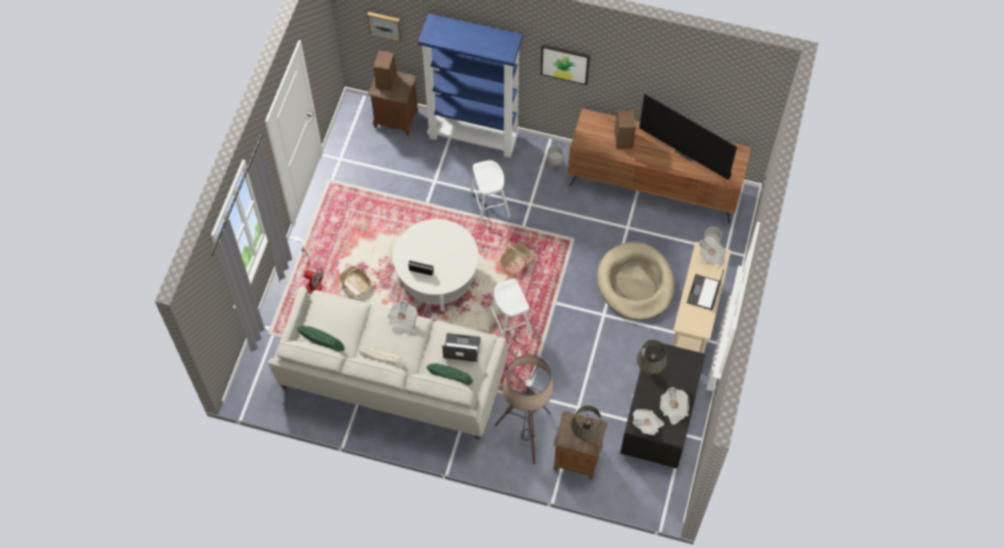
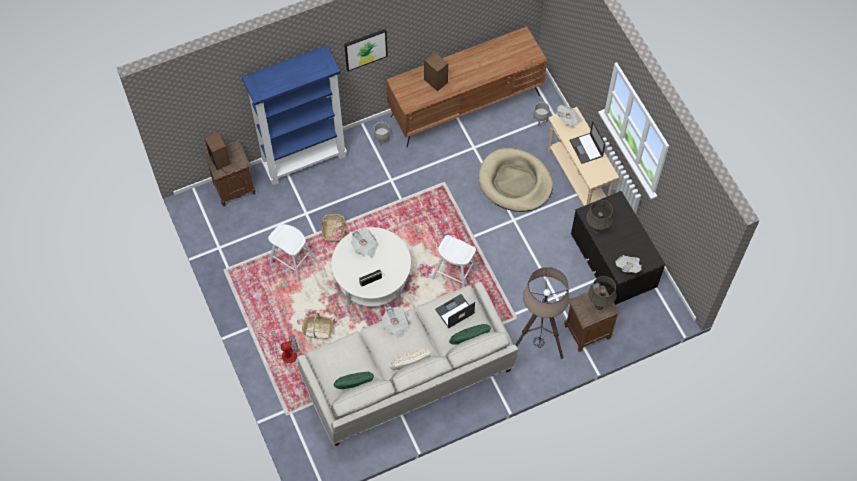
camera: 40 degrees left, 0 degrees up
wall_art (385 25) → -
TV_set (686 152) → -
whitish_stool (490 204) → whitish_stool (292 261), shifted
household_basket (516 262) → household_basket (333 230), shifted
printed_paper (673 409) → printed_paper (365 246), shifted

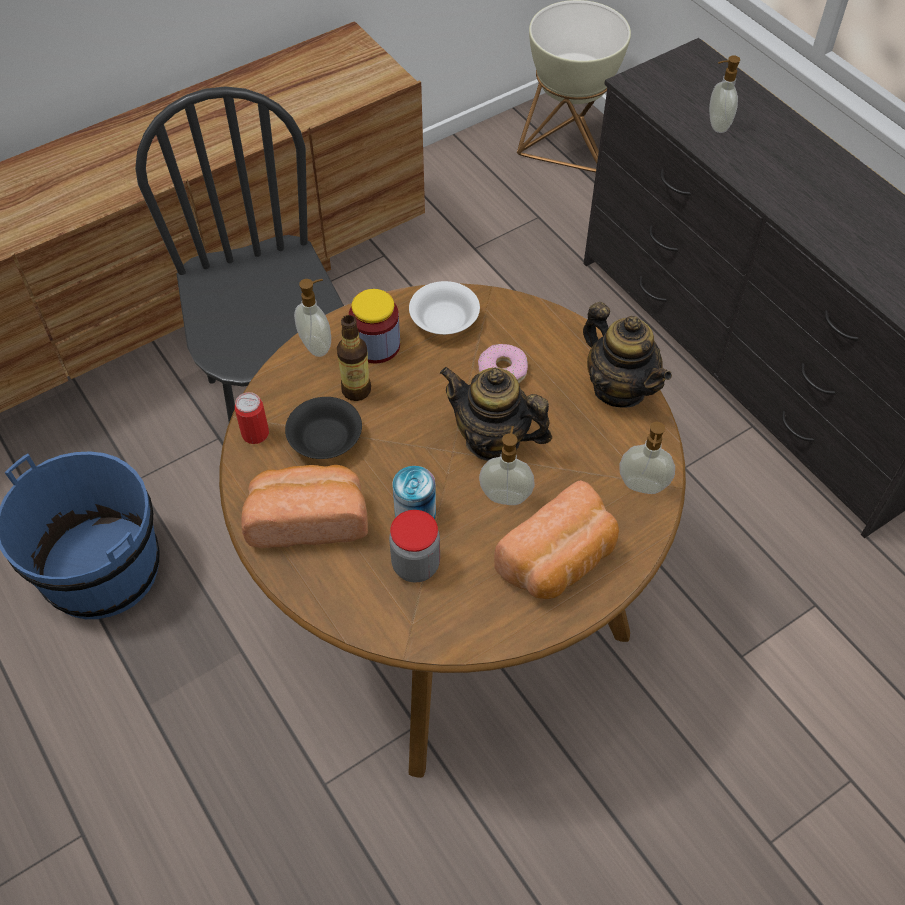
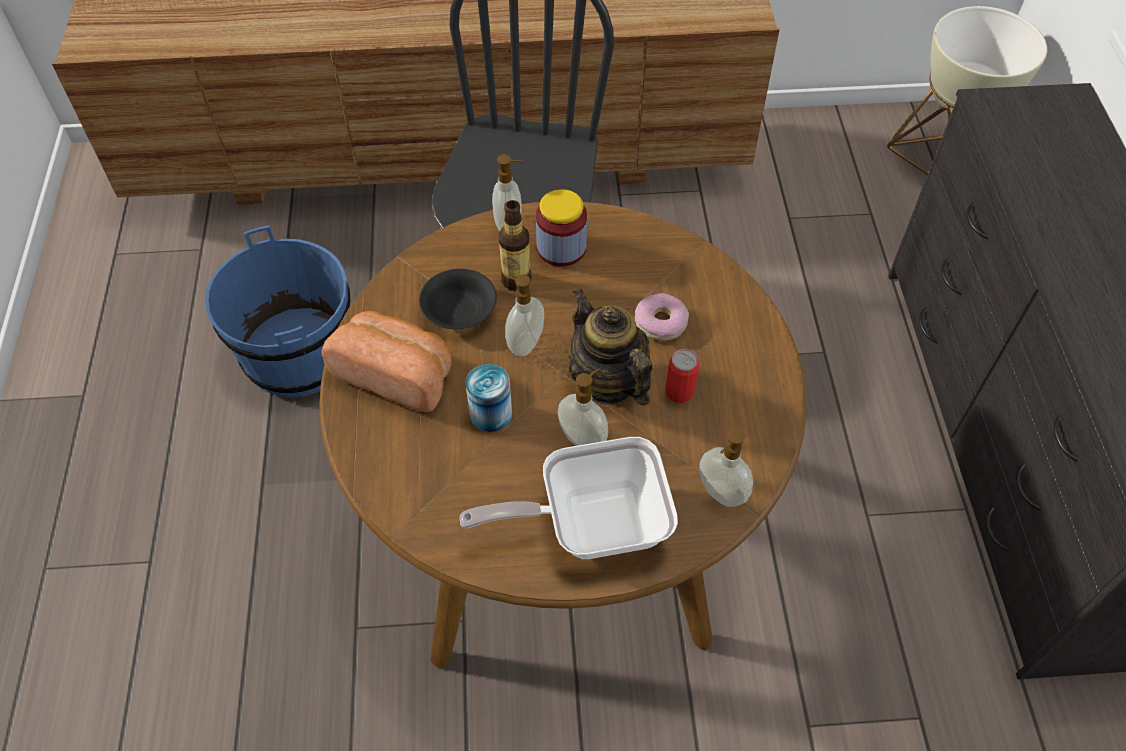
camera: 30 degrees right, 0 degrees up
storage_jar (416 565) → -
whitish_serving_bowl (444 321) → -
teapot (619 388) → -
metal_can (255 433) → metal_can (679 391), shifted
liquid_soap_bottle (717 125) → liquid_soap_bottle (524 343), shifted
bakery_bread (559 561) → frying_pan (591 523)

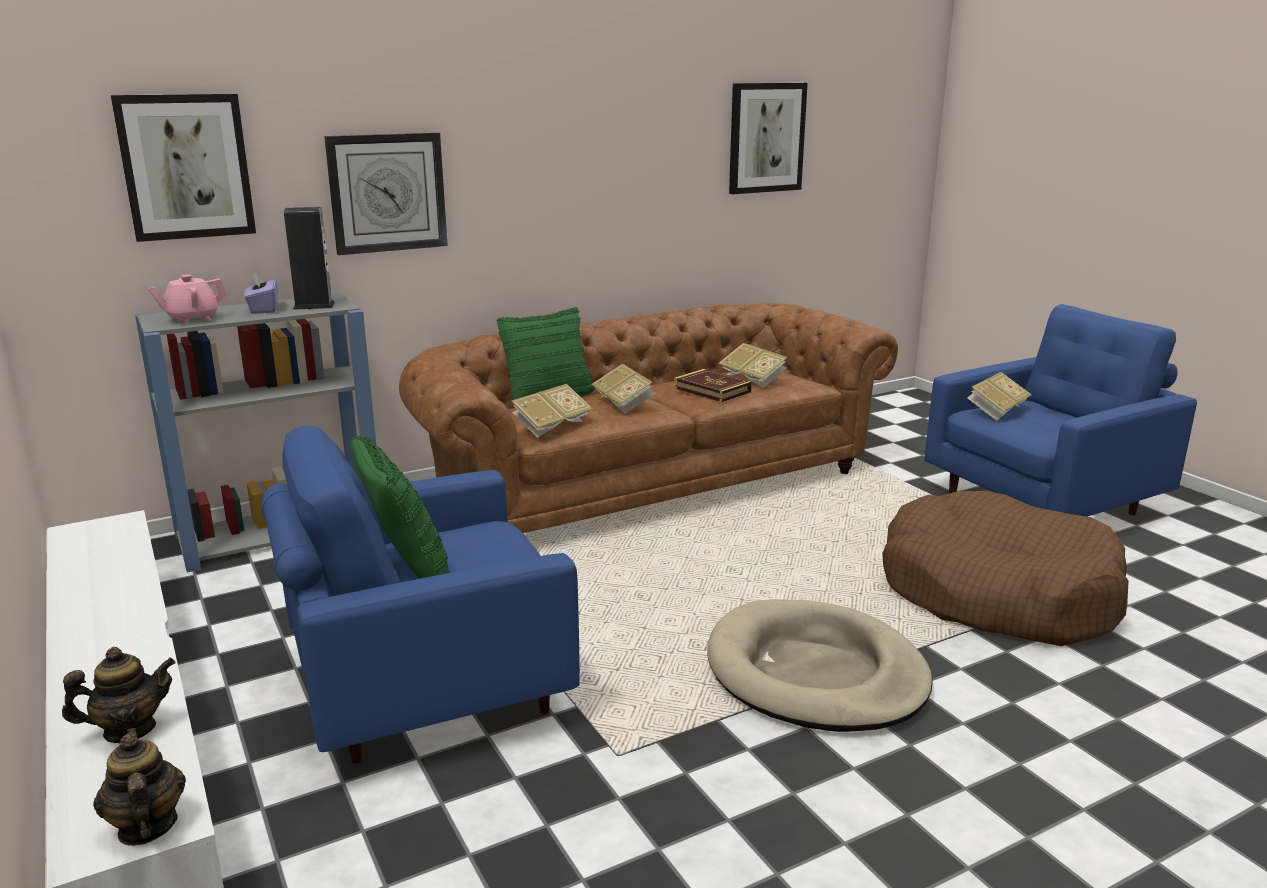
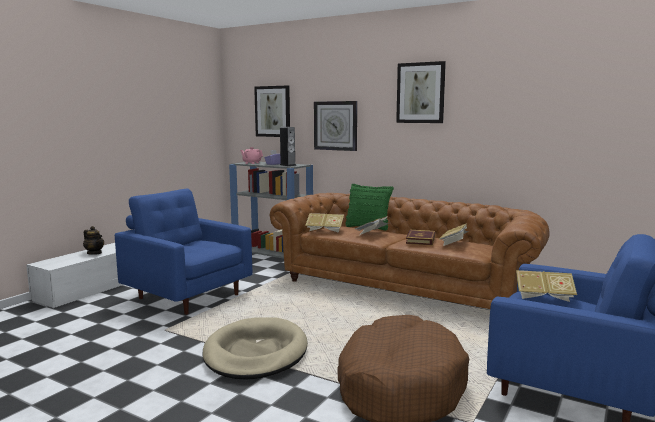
camera: 60 degrees right, 10 degrees down
teapot (146 827) → -
green-coloured_throw_pillow (404 570) → -
wall_art (766 138) → wall_art (420 93), shifted

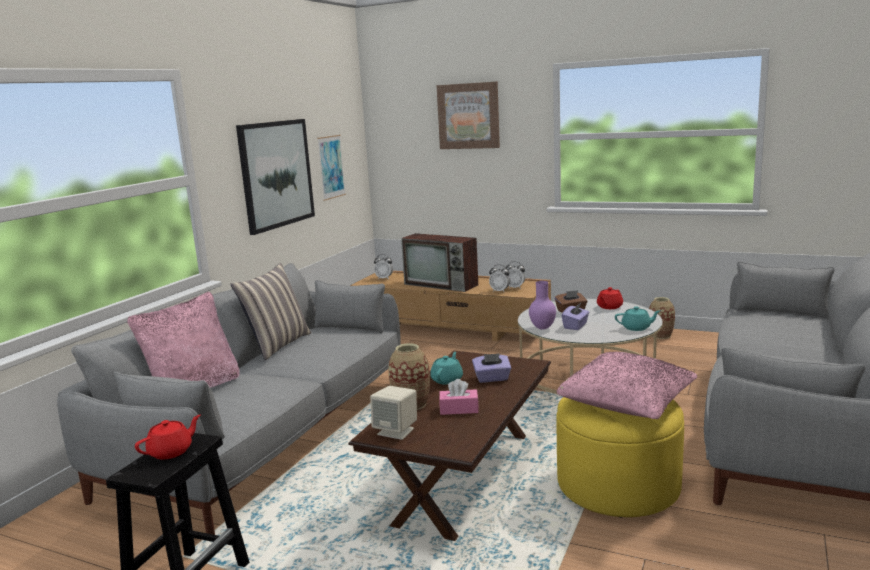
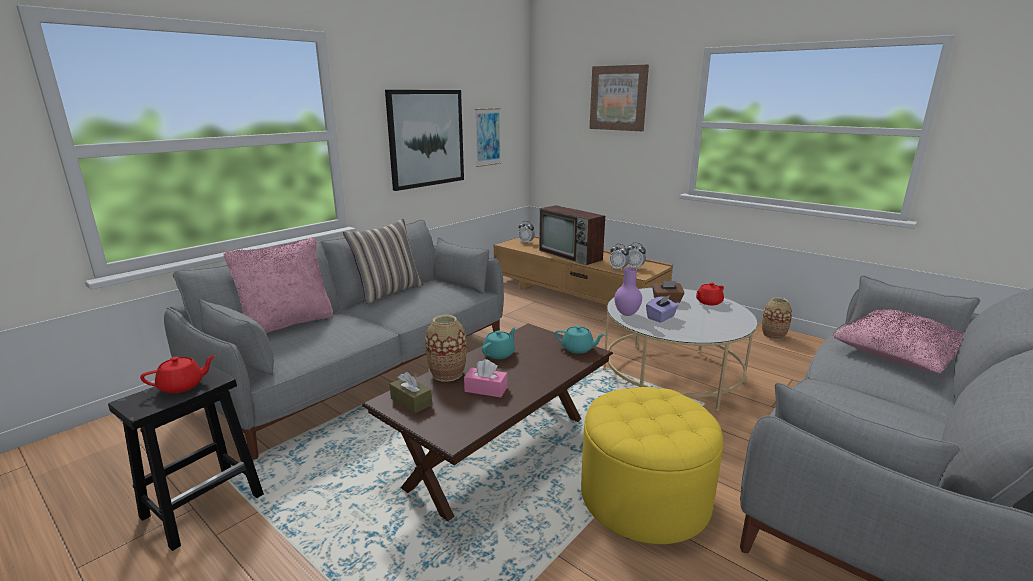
camera: 15 degrees right, 5 degrees up
purple_tissue_box (492 378) → -
pink-coloured_throw_pillow (625 400) → pink-coloured_throw_pillow (898 353), shifted
turquoise_teapot (636 328) → turquoise_teapot (578 349), shifted
beige_loudspeaker (396 431) → brown-coloured_tissue_box (411 401)

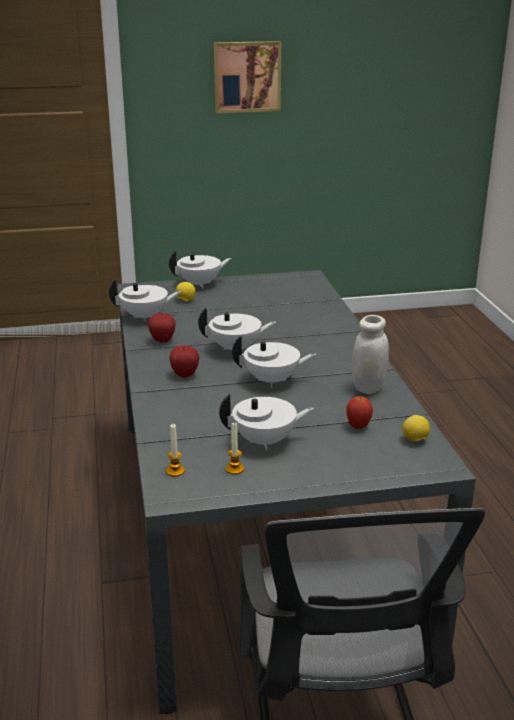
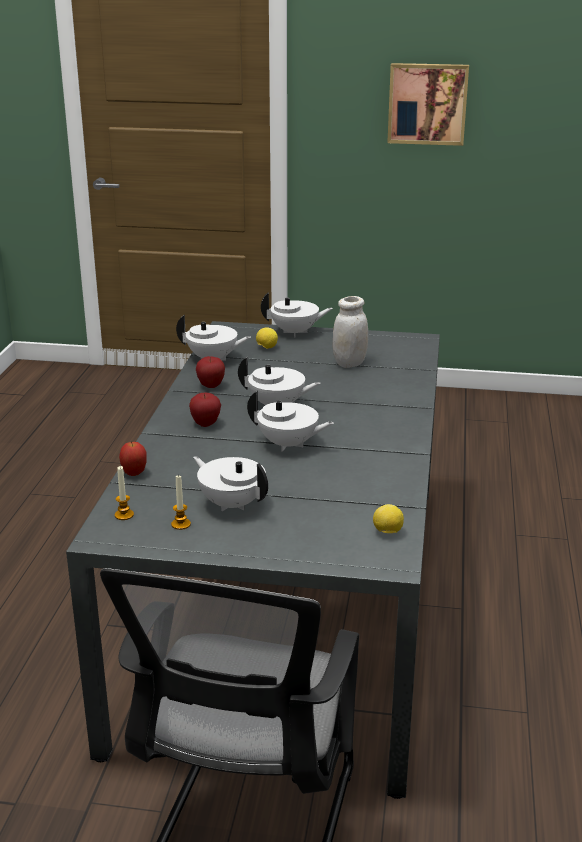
camera: 20 degrees right, 0 degrees up
apple_fruit (358 426) → apple_fruit (134 474), shifted
whitish_storage_jar (368 387) → whitish_storage_jar (350 363), shifted
whitish_teapot (265 441) → whitish_teapot (232 503), 150 degrees counterclockwise

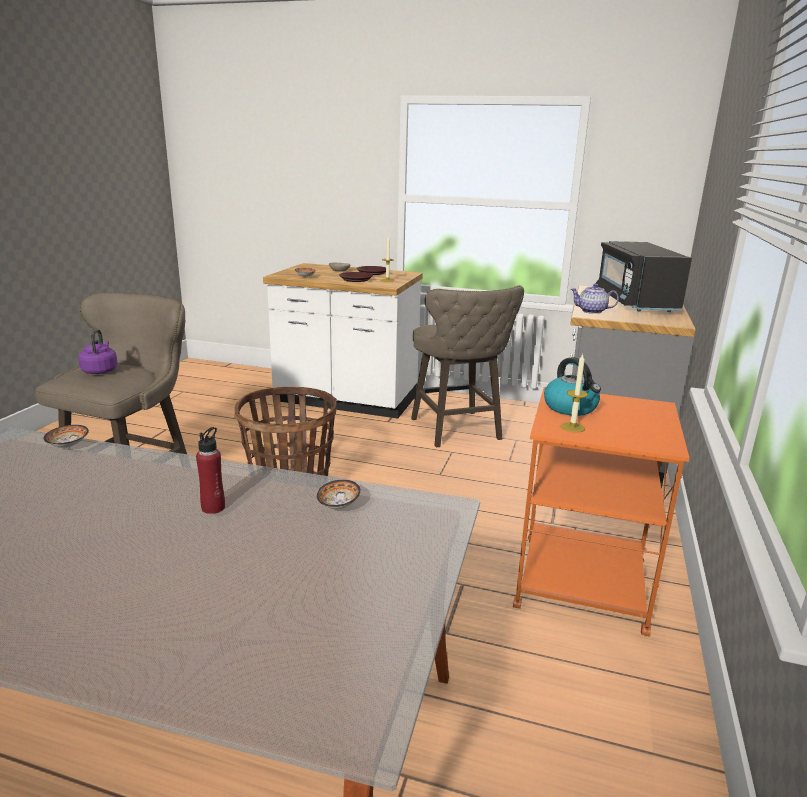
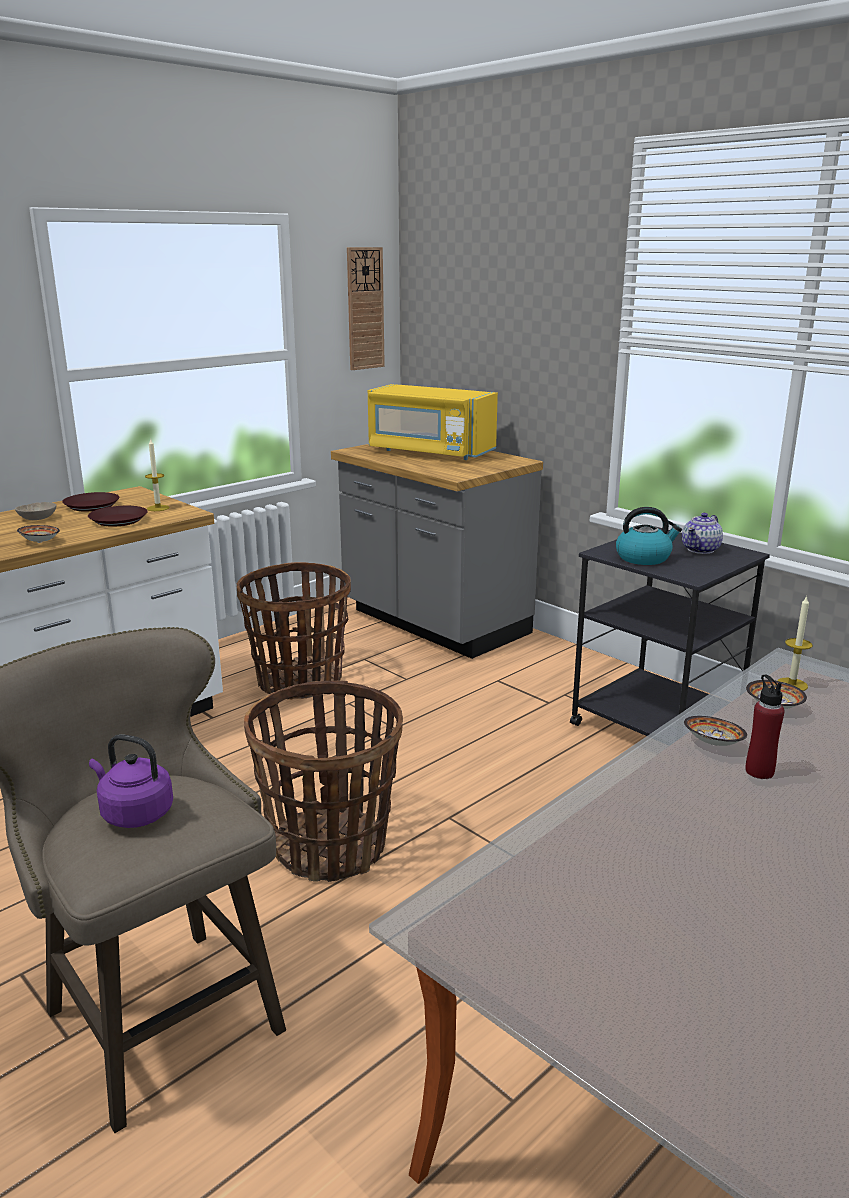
camera: 60 degrees left, 0 degrees up
- → hanging_clock (365 309)
serving_bowl (68 445) → serving_bowl (713 743), shifted
wax_light (572 427) → wax_light (792 684), shifted
teapot (592 311) → teapot (701 549), shifted
beige_stool (457 430) → household_basket (299 682)
orange-coloured_cart (581 586) → black-coloured_cart (657 727)
black-coloured_microwave (634 301) → yellowish_microwave (429 452)

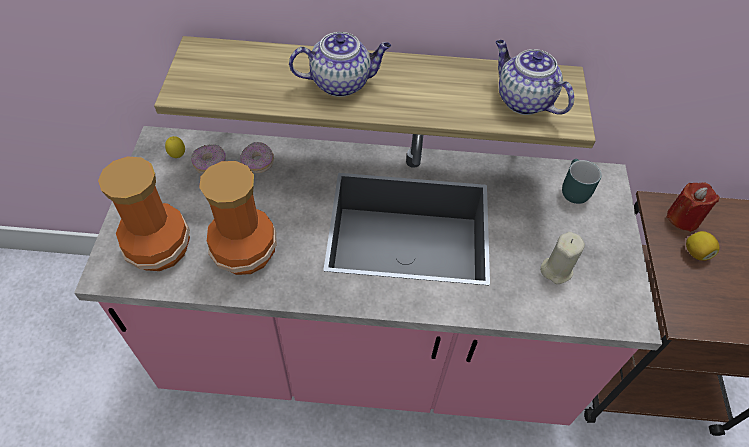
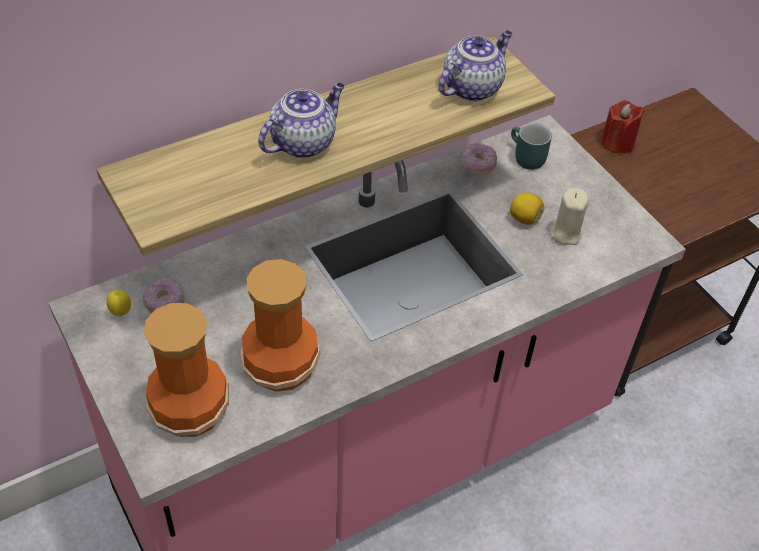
camera: 35 degrees left, 5 degrees down
donut (258 163) → donut (478 165), shifted
whole_lemon (696 253) → whole_lemon (524 218), shifted
teapot (522 100) → teapot (472 87), 120 degrees clockwise

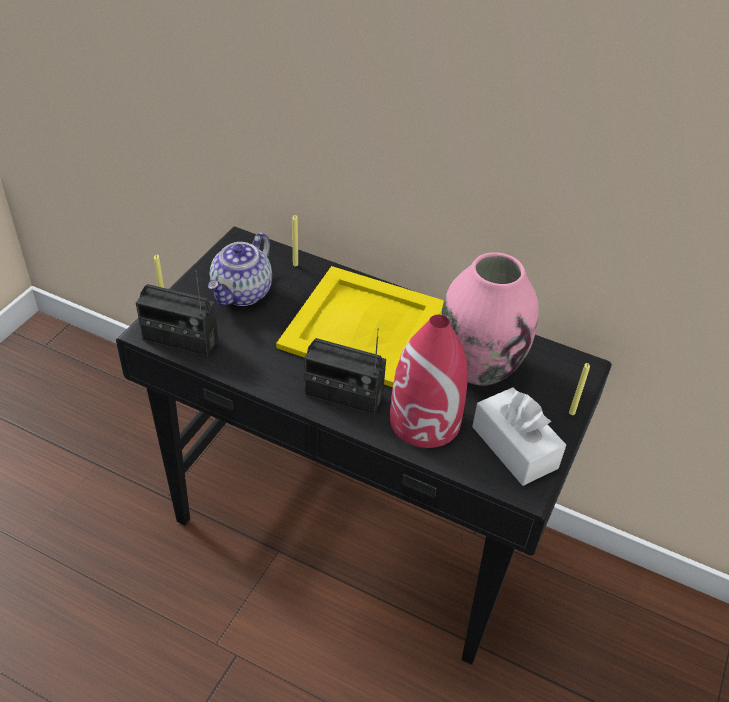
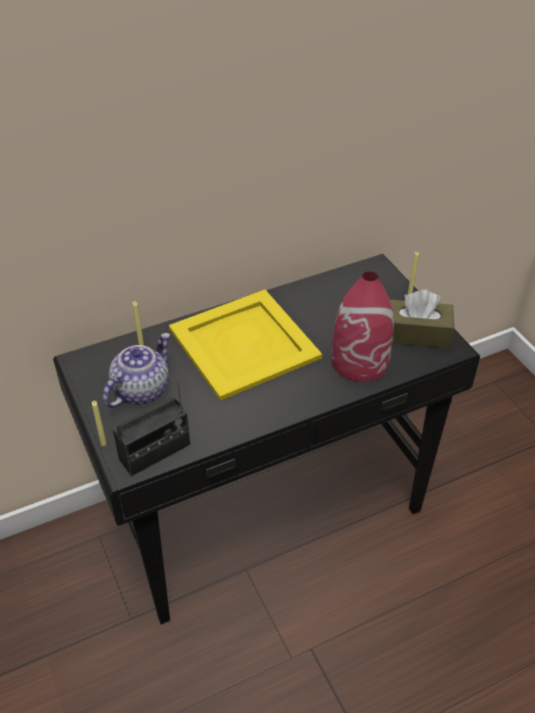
camera: 50 degrees left, 0 degrees up
radio (343 395) → -
pink-coloured_flower_vase (478 366) → -
whitish_tissue_box (514 447) → brown-coloured_tissue_box (416 334)
teapot (242 293) → teapot (141 390), 120 degrees counterclockwise

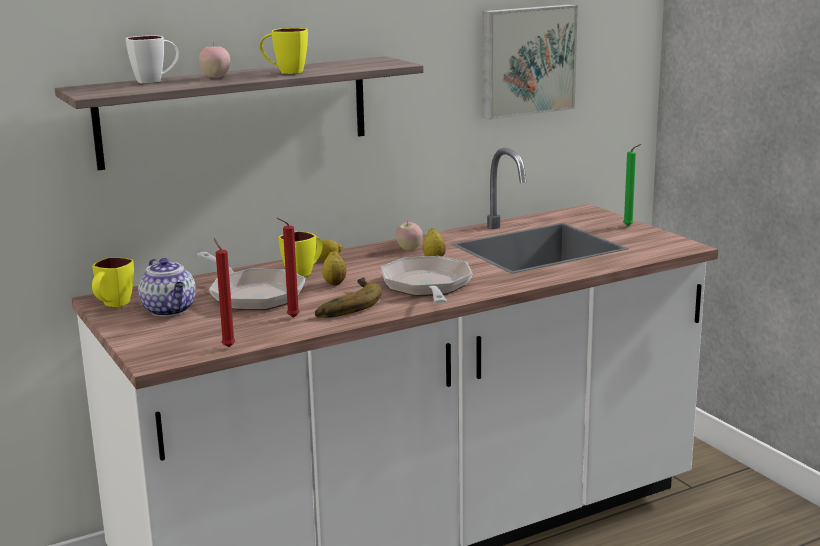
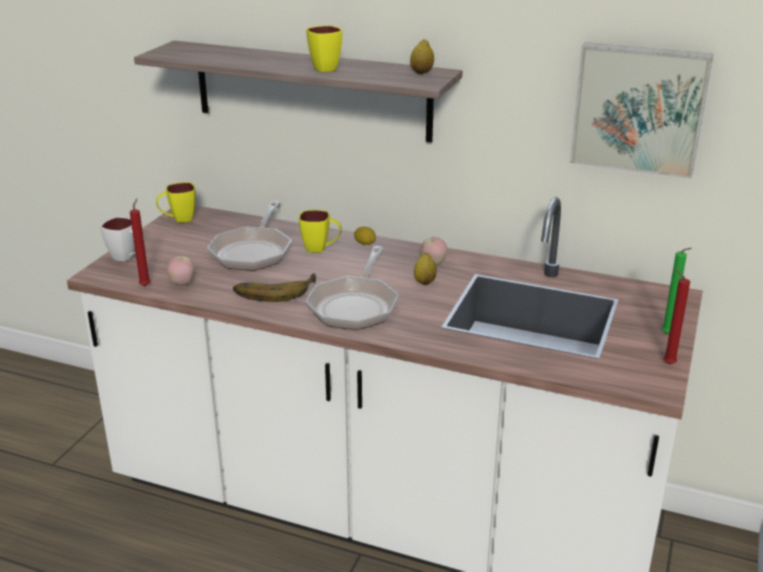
camera: 50 degrees right, 10 degrees up
teapot (170 310) → -
whitish_coffee_mug (155 81) → whitish_coffee_mug (128 258), shifted
apple_fruit (215 77) → apple_fruit (182 283), shifted
red_wax_light (291 317) → red_wax_light (667 363), shifted
whole_lemon (334 284) → whole_lemon (421 73), shifted
frying_pan (427 287) → frying_pan (355 305), 150 degrees clockwise

